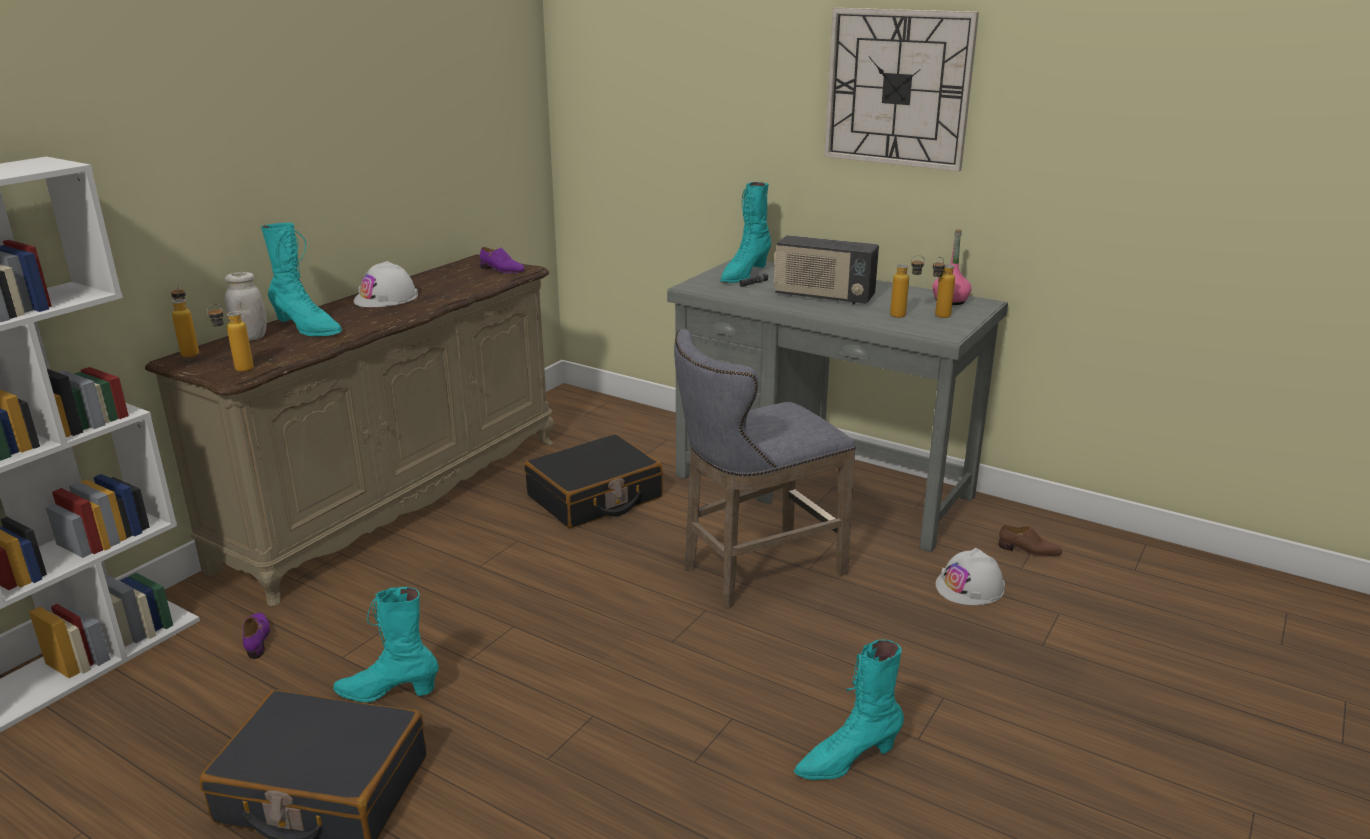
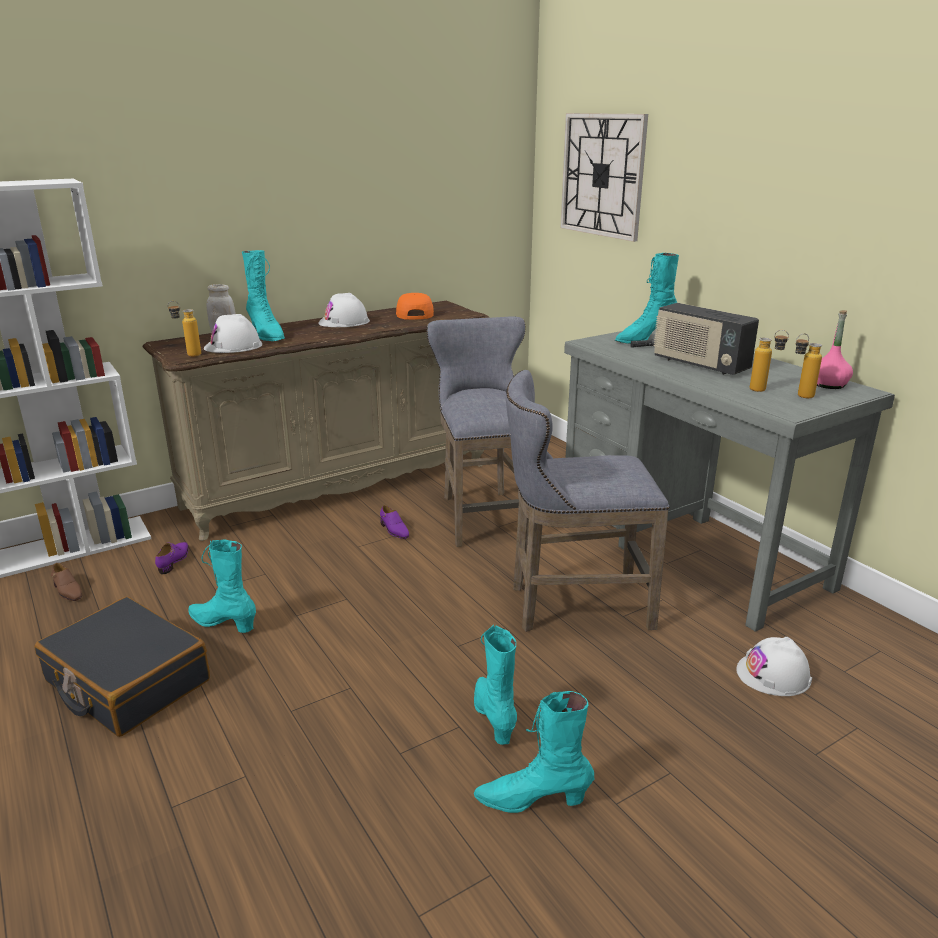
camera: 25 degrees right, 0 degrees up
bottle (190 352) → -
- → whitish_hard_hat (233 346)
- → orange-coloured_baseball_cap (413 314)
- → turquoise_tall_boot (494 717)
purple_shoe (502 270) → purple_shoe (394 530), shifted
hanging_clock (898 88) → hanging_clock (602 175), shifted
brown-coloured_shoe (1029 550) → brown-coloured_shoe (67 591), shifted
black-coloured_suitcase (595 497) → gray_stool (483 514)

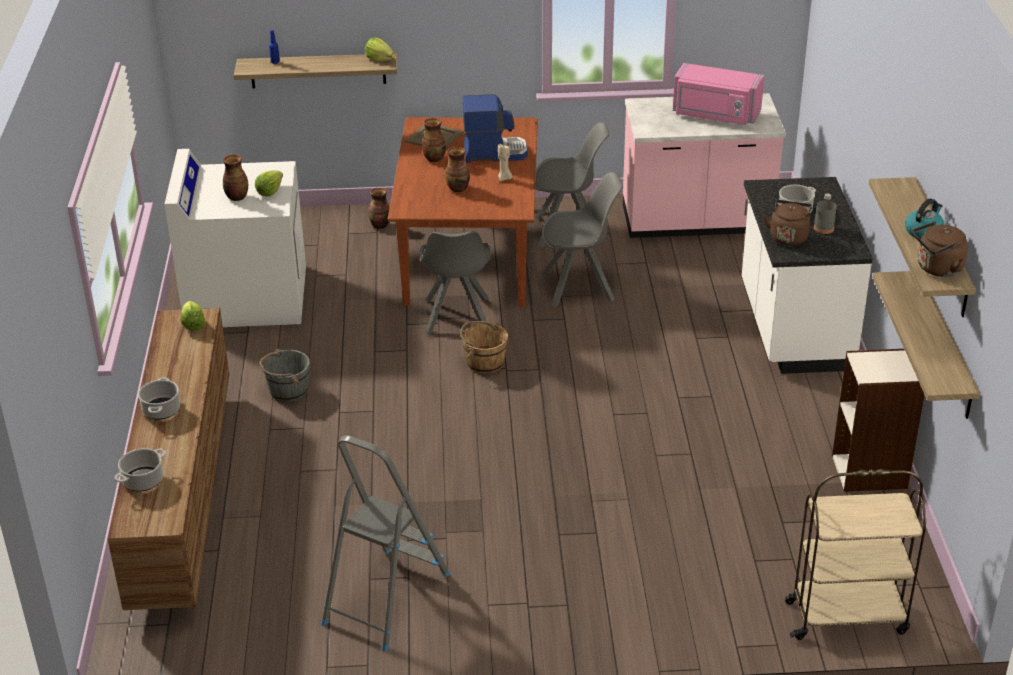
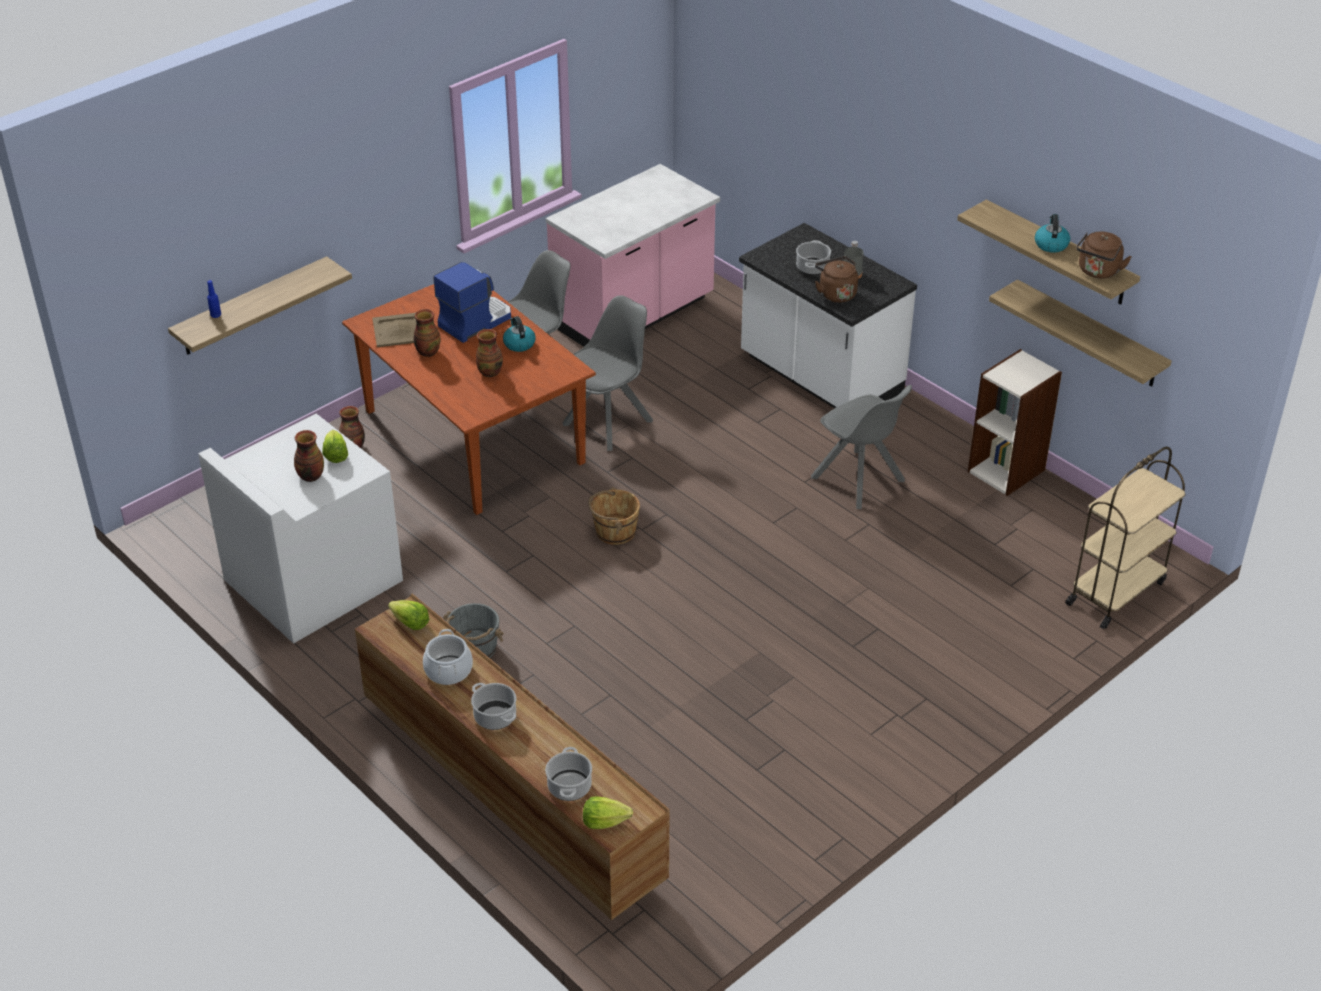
camera: 40 degrees left, 5 degrees up
gray_stepladder (387 597) → -
pink-coloured_microwave (715 115) → -
- → cooking_pot (448 670)
lettuce_head (380 59) → lettuce_head (604 822), shifted
gray_chair (456 317) → gray_chair (859 480), shifted
beige_wax_light (504 178) → water_kettle (519 344)

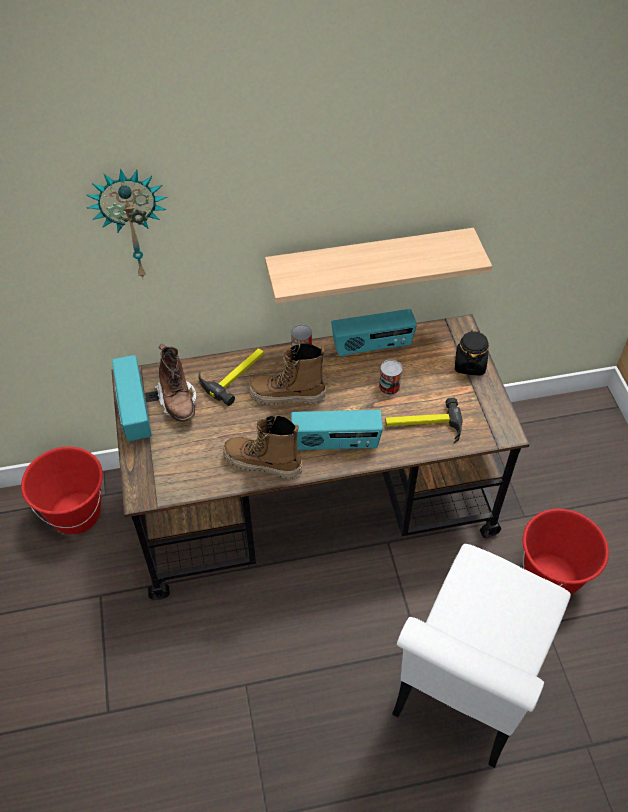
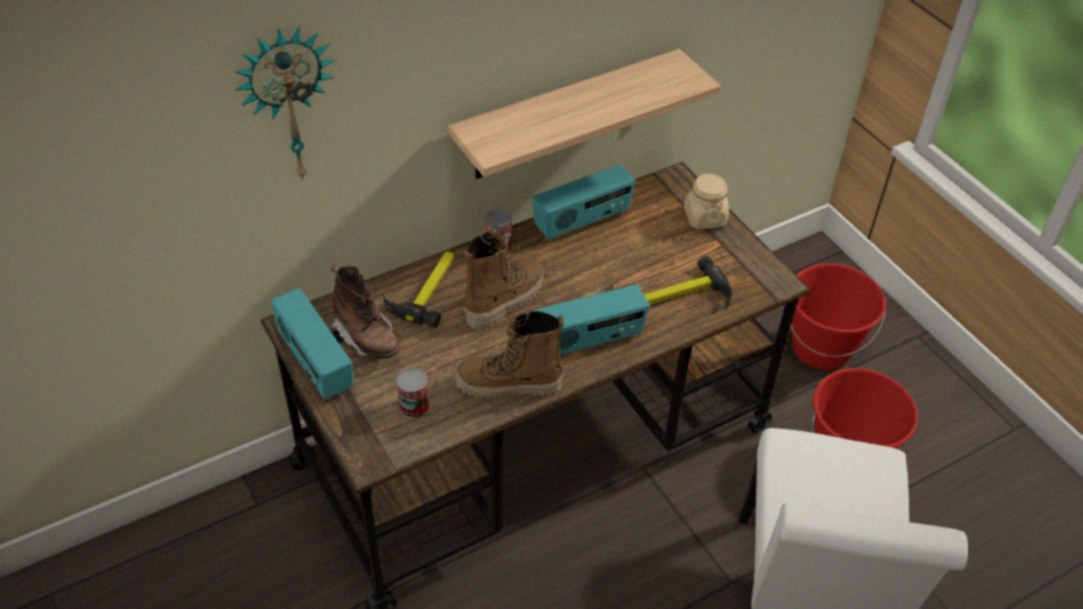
camera: 20 degrees left, 5 degrees down
red_pail (76 514) → red_pail (821 348), shifted
metal_can (389 386) → metal_can (414 406), shifted
black-coloured_storage_jar (469 364) → beige_storage_jar (704 217)
tall_boot (287 396) → tall_boot (504 300), 150 degrees clockwise

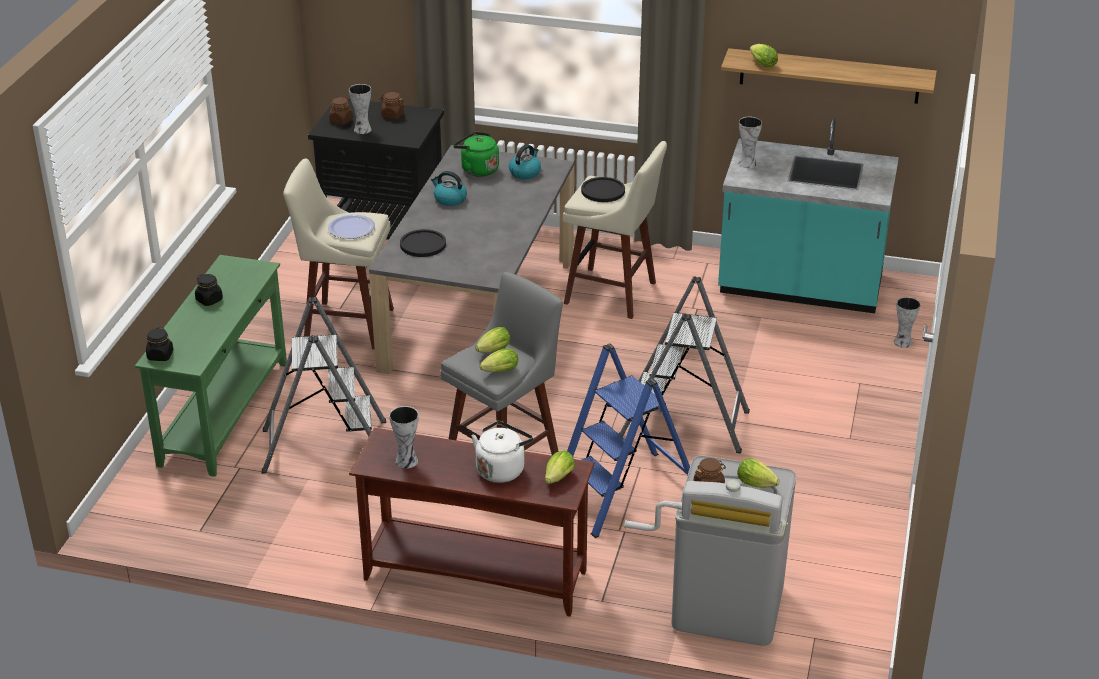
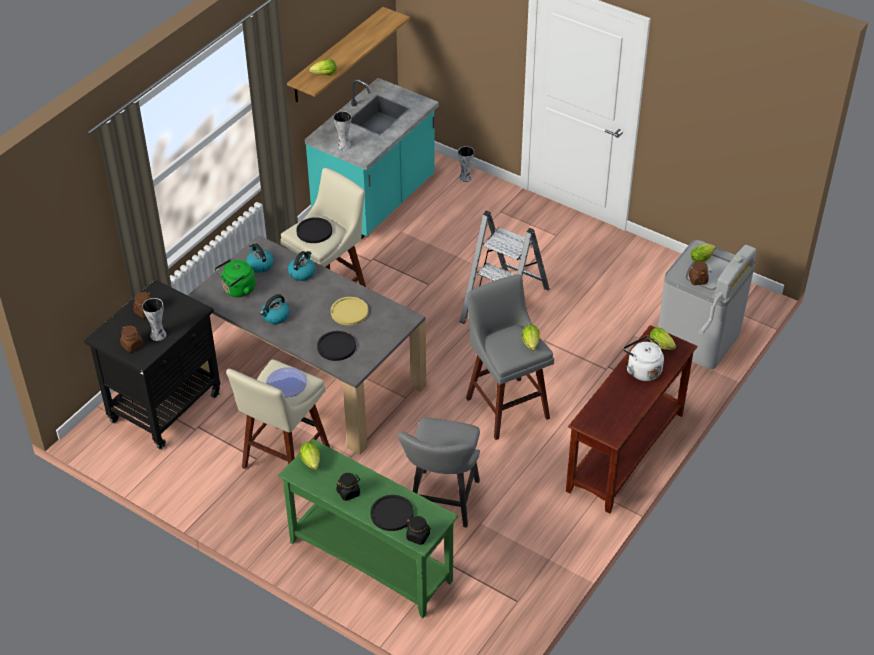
camera: 70 degrees left, 10 degrees up
flower_vase (407 460) → -
bluish_stepladder (627 492) → -
- → water_kettle (302 273)
- → yellowish_plate (349 312)
- → black-coloured_plate (392 513)
lettuce_head (492 351) → lettuce_head (312 463), shifted
gray_stepladder (323 445) → gray_stool (442 506)

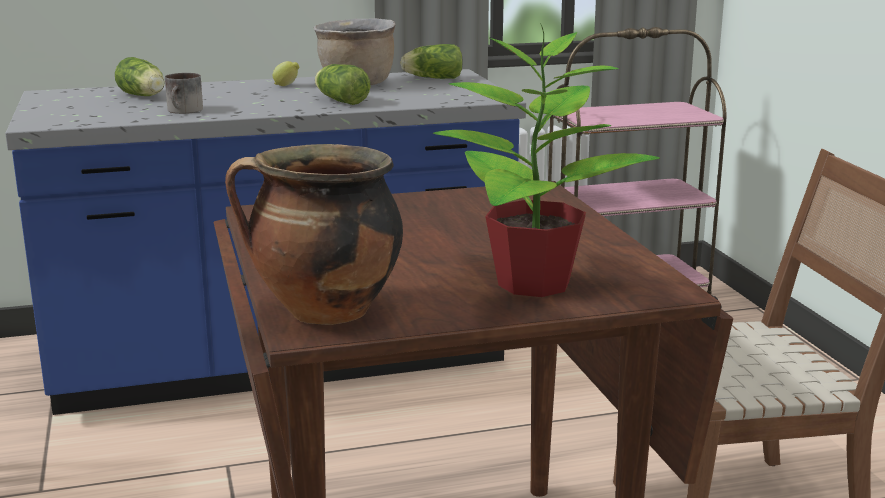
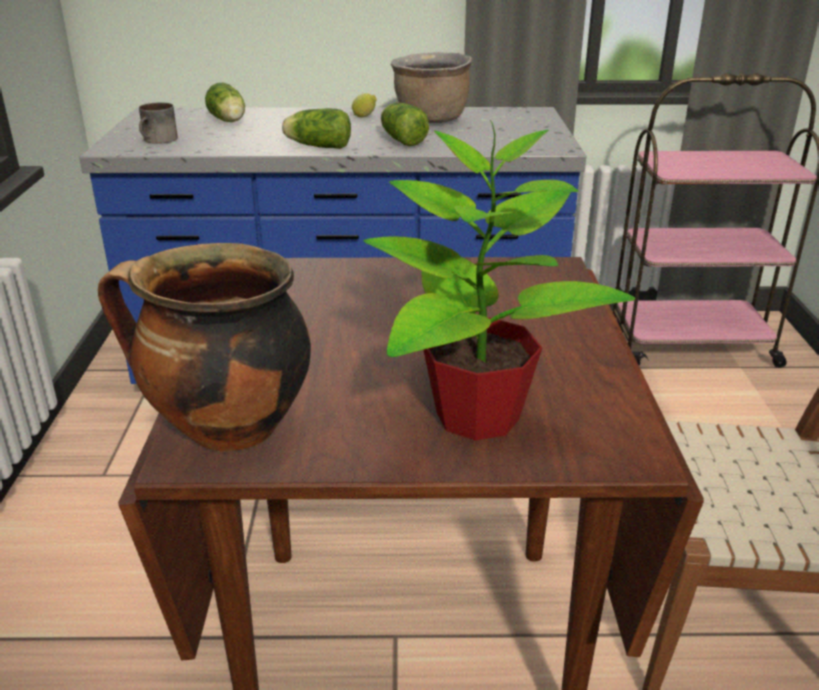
camera: 15 degrees right, 10 degrees up
coffee_mug (184 111) → coffee_mug (159 140), shifted
lettuce_head (431 78) → lettuce_head (317 146), shifted

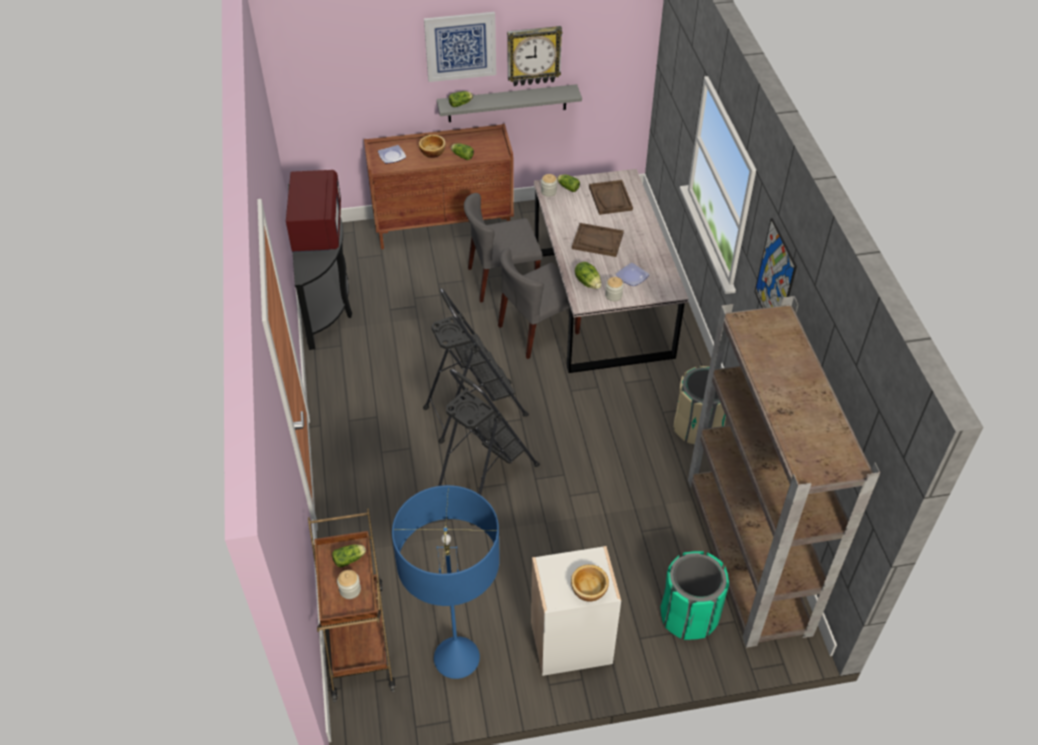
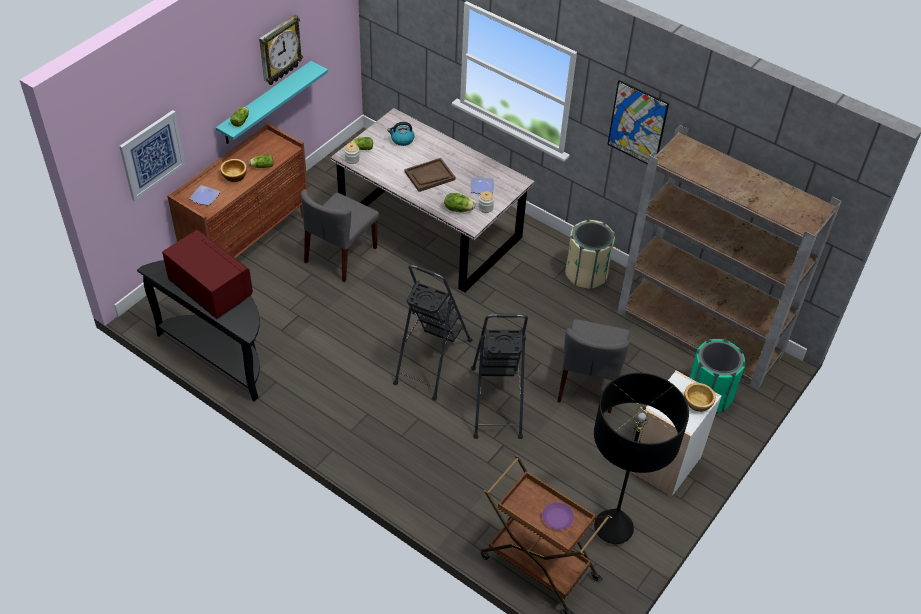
camera: 45 degrees left, 0 degrees up
lettuce_head (350 559) → -
wall_art (460 46) → wall_art (152 154), shifted
gray_chair (538 330) → gray_chair (589 384), shifted
storage_jar (350 590) → purple_plate (557 517)
brown-coloured_serving_tray (610 198) → water_kettle (402 140)
bluish_floor_lamp (457 660) → black-coloured_floor_lamp (613 529)
gray_wall_shelf (507 103) → turquoise_wall_shelf (266 103)

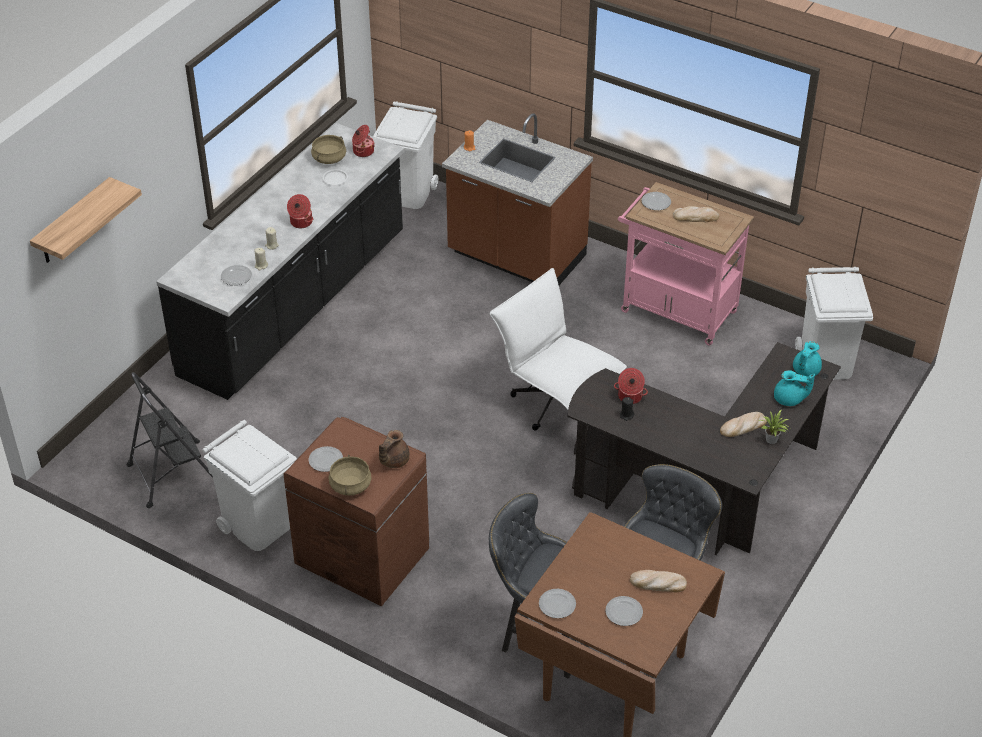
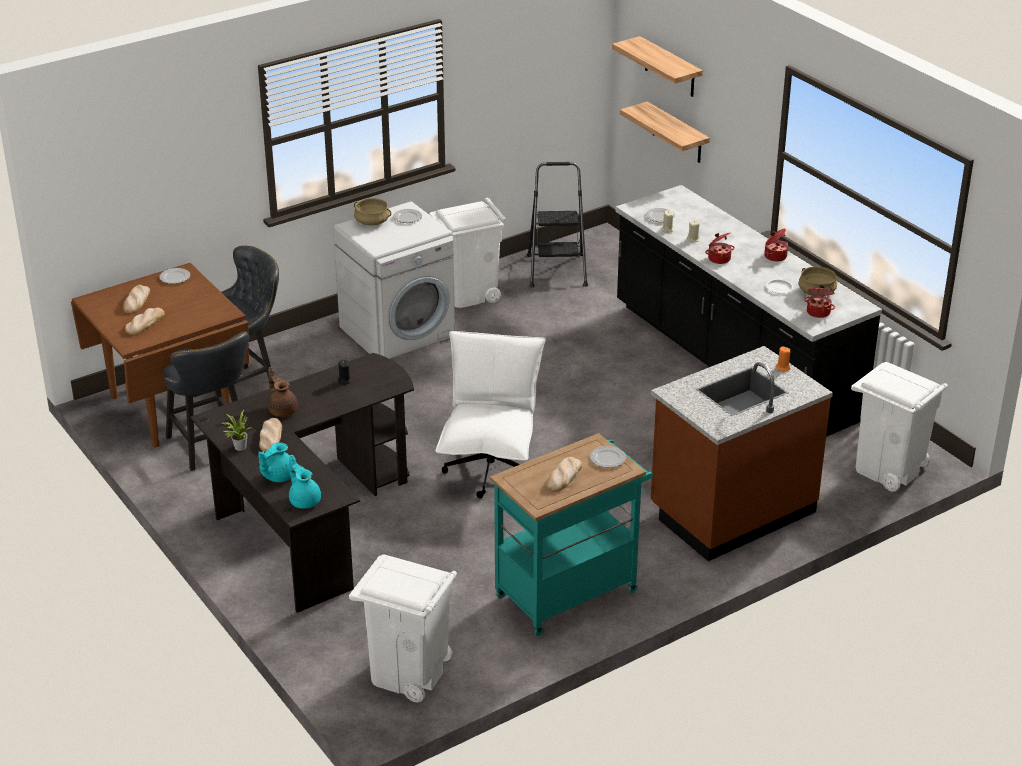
camera: 115 degrees right, 10 degrees down
- → wall_shelf (677 133)
brown-coloured_teapot (393 461) → brown-coloured_teapot (282 409), shifted
cooking_pot (629 397) → cooking_pot (775 256), shifted
plate (623 613) → bakery_bread (136 301)
brown-coloured_laundry_machine (364 551) → whitish_laundry_machine (400 331)
pink-coloured_cart (675 311) → turquoise_cart (570 593)
whitish_computer_chair (556 403) → whitish_computer_chair (490 471), 60 degrees counterclockwise

